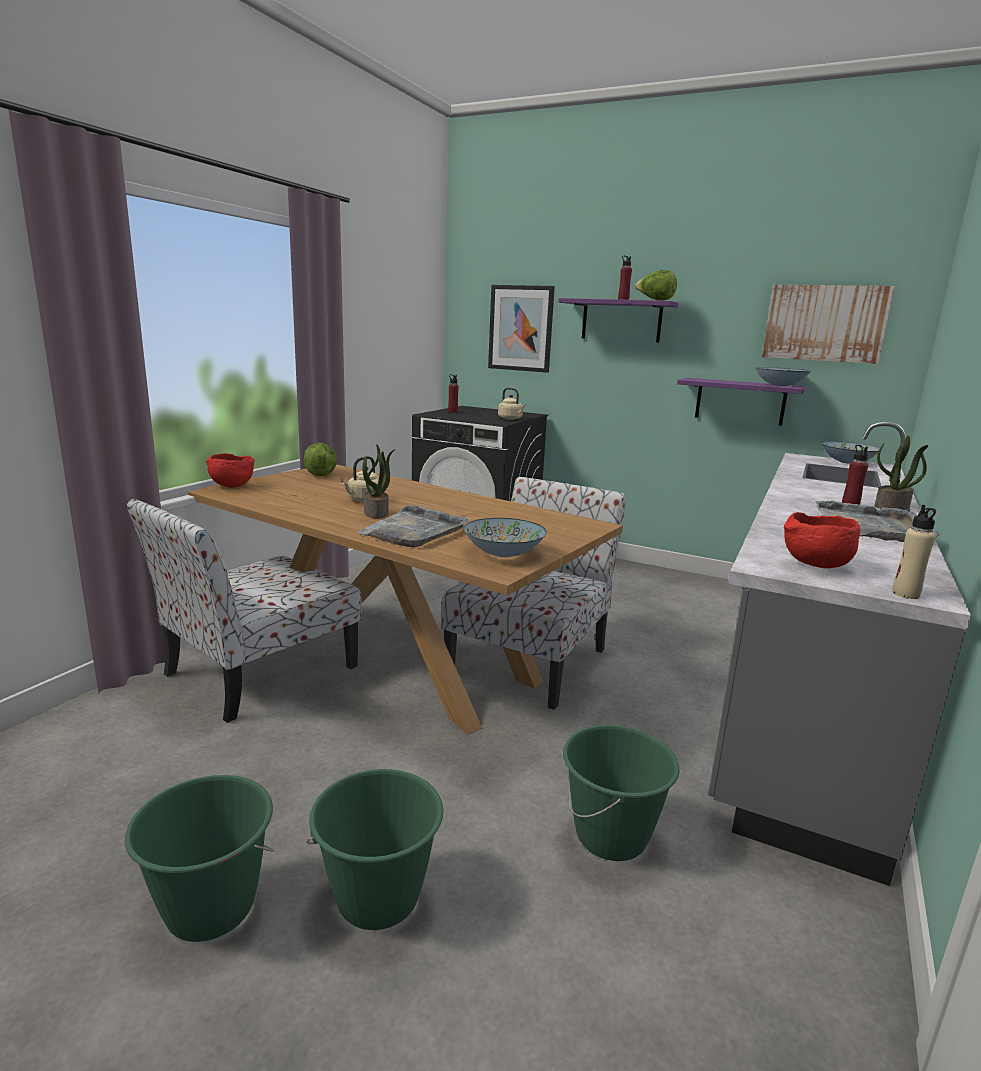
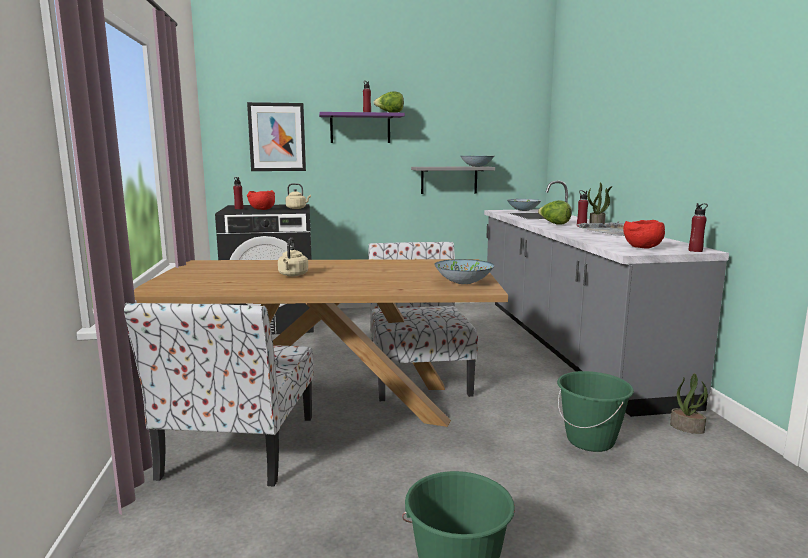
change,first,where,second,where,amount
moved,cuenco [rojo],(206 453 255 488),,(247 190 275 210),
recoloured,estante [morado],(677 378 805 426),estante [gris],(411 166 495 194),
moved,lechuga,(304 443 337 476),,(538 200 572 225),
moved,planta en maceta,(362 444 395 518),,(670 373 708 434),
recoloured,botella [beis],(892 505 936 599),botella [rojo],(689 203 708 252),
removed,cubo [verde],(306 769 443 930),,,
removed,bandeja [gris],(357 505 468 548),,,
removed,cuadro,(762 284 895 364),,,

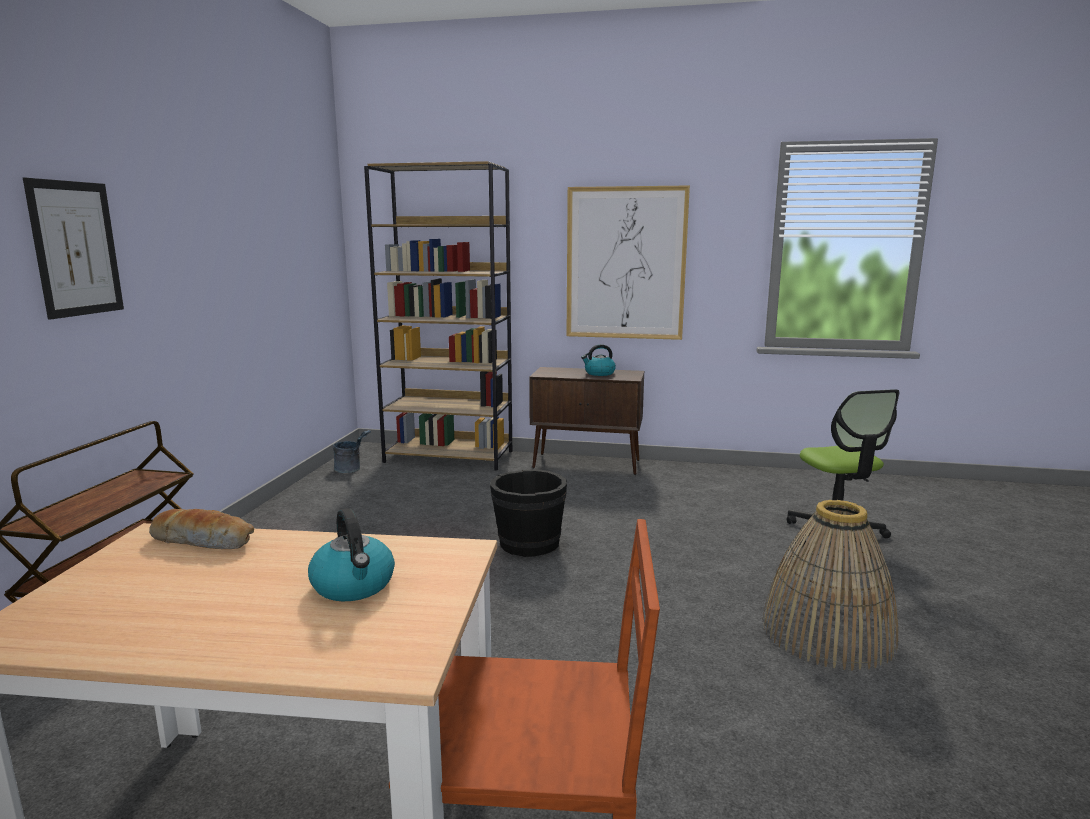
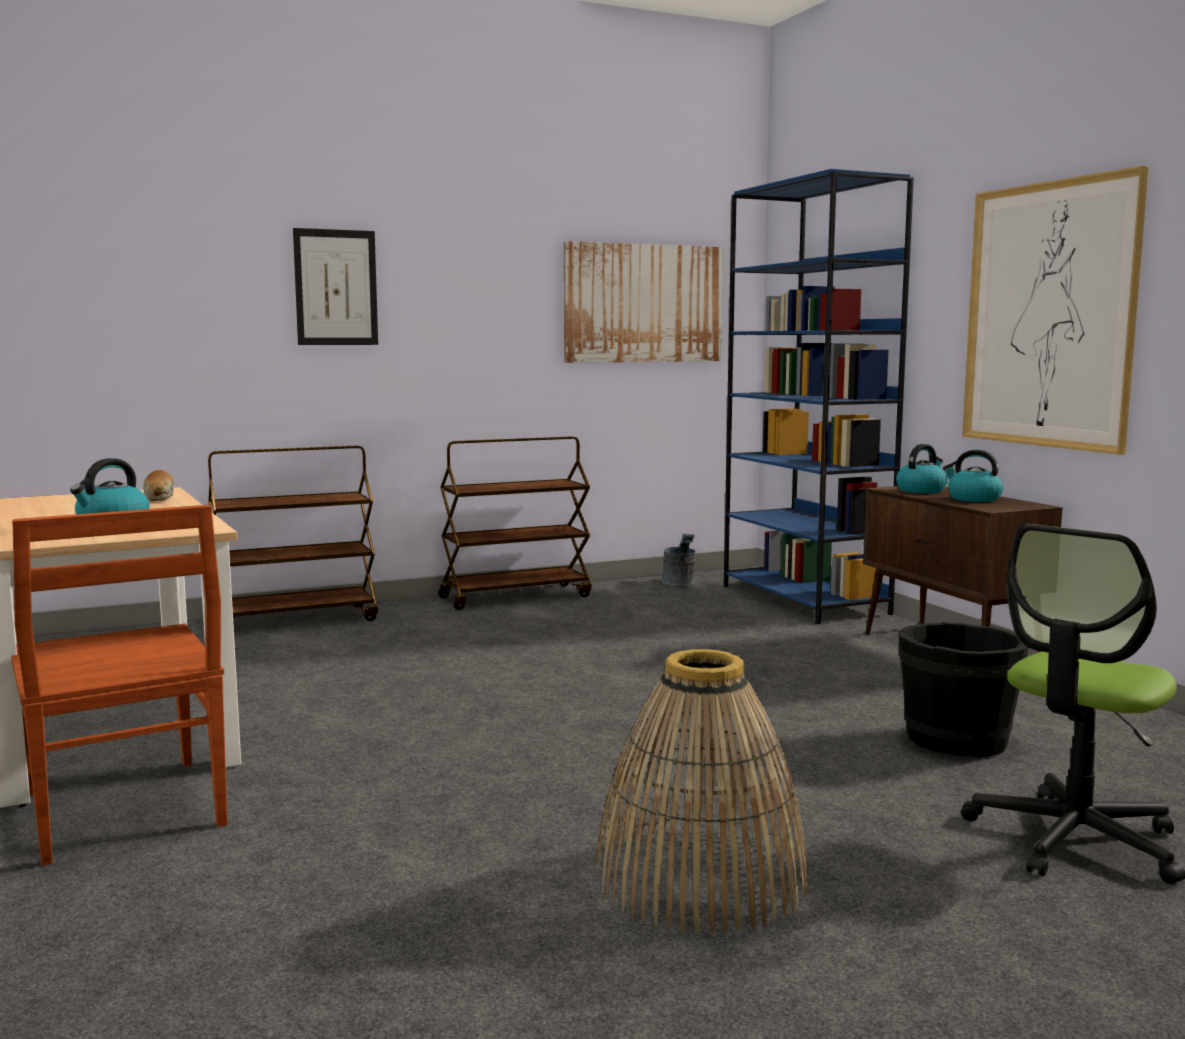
change,first,where,second,where,amount
added,,,carrito [marrón],(438 436 592 610),
added,,,cuadro,(564 241 723 363),
recoloured,estantería [marrón],(364 161 512 470),estantería [azul],(724 169 914 624),
added,,,hervidor,(896 444 948 493),
moved,cubo [negro],(490 469 567 557),,(898 622 1029 757),

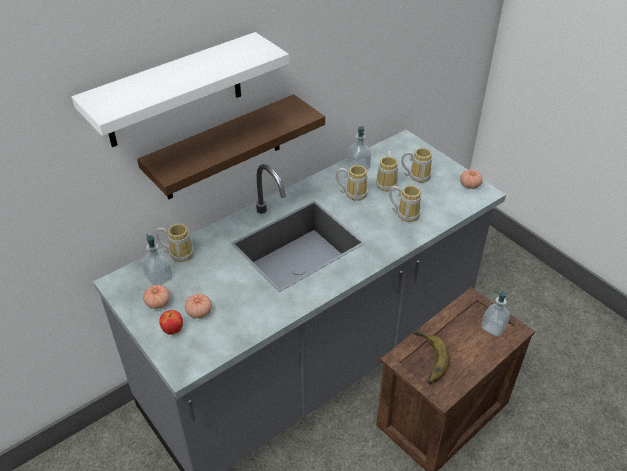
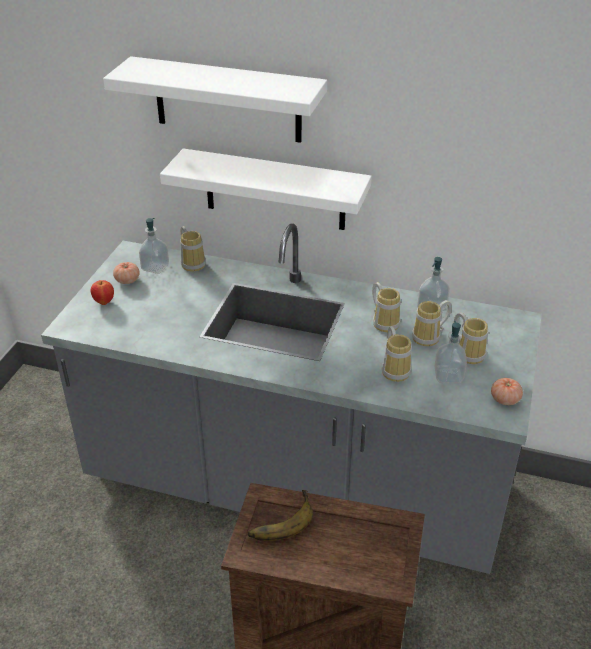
change,first,where,second,where,amount
recoloured,estante [marrón],(137 94 325 199),estante [blanco],(160 148 372 230),
moved,dispensador de jabón,(481 291 510 336),,(434 321 467 383),
removed,tomate,(185 294 212 318),,,

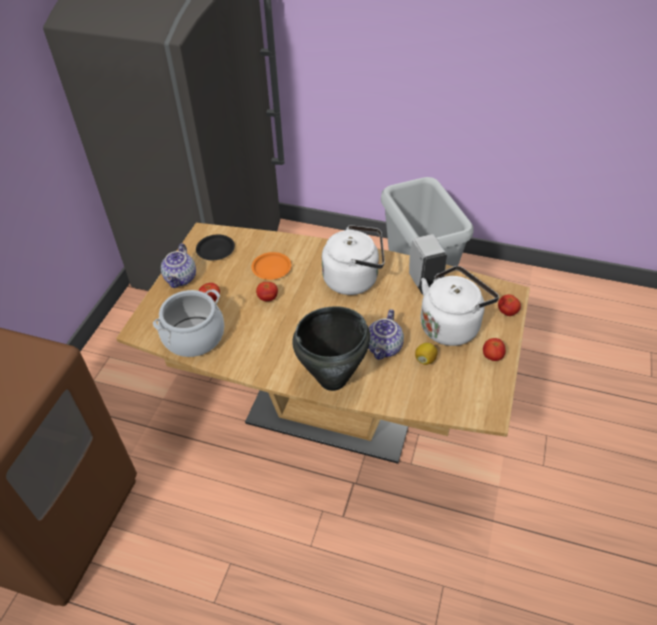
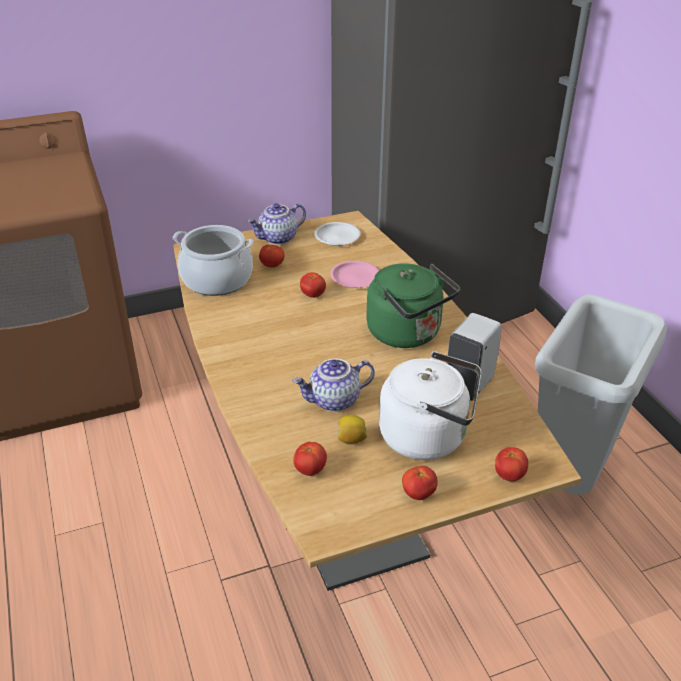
change,first,where,second,where,amount
added,,,tomate,(293 442 327 476),
recoloured,plato [negro],(196 235 235 260),plato [blanco],(314 222 360 246),
recoloured,plato [naranja],(252 252 292 280),plato [rosa],(330 261 379 288),
recoloured,hervidor [blanco],(322 225 385 295),hervidor [verde],(366 263 460 348),
removed,olla [negro],(293 306 370 391),,,

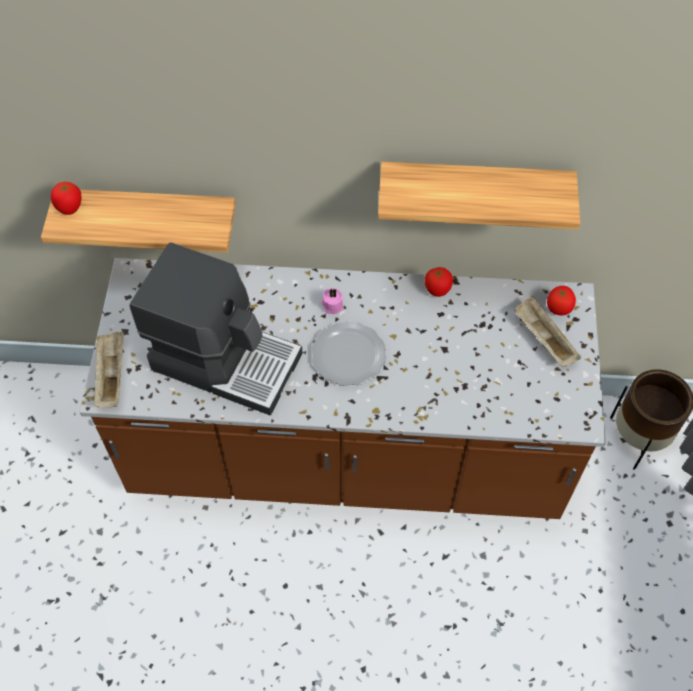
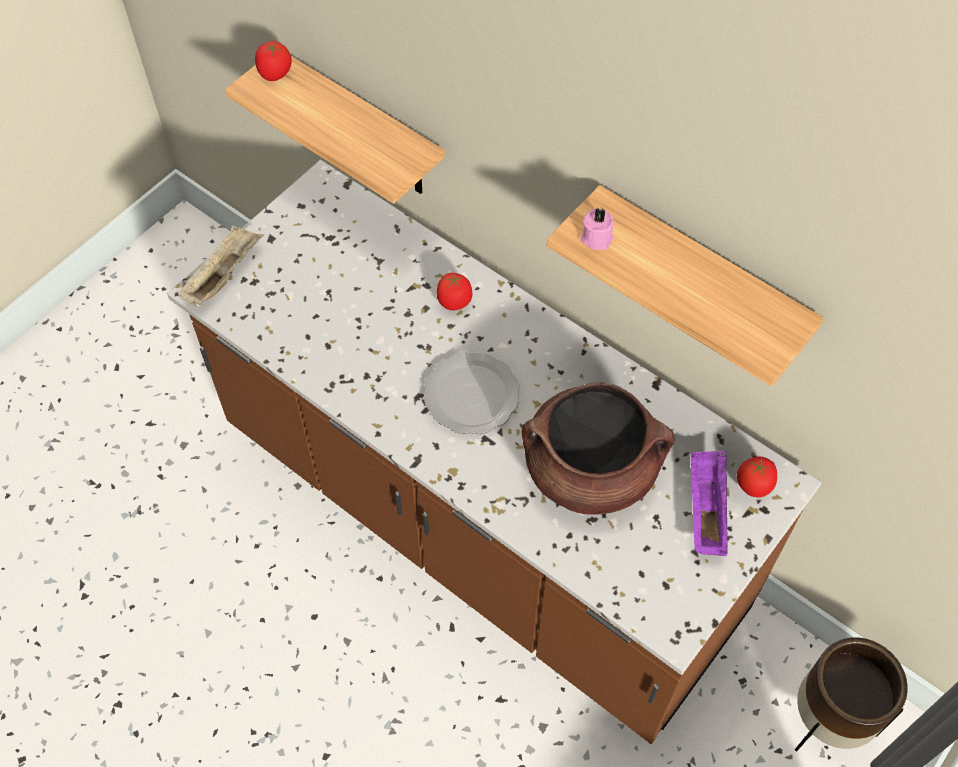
change,first,where,second,where,amount
moved,tomate,(425 267 453 297),,(436 272 472 310),
added,,,olla [marrón],(522 382 675 515),
moved,vela [rosa],(321 288 344 314),,(580 208 614 250),
recoloured,bandeja [beis],(514 296 581 367),bandeja [morado],(691 451 728 556),
removed,cafetera,(129 242 303 416),,,

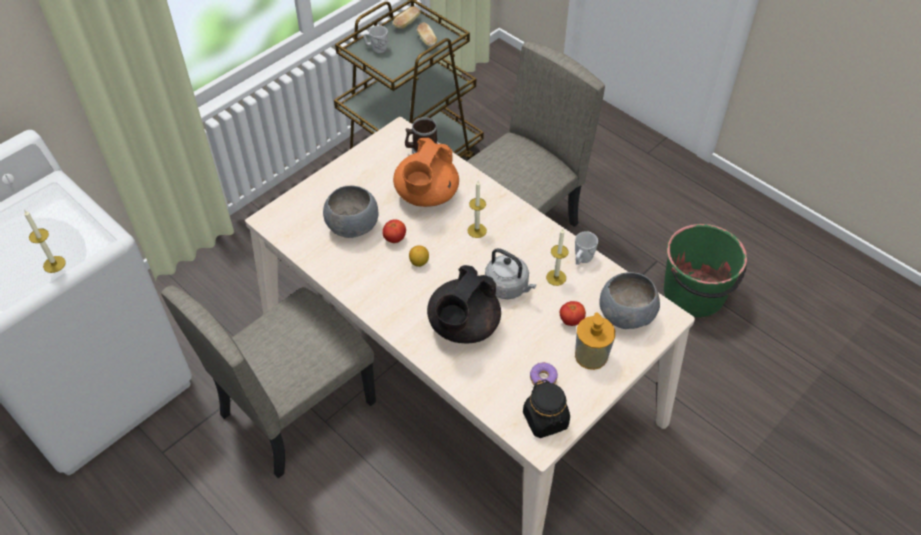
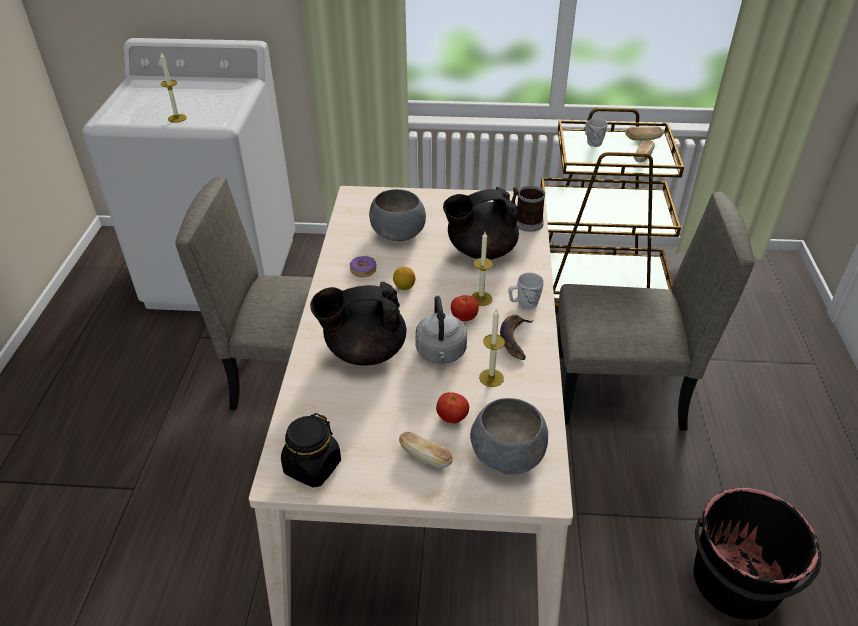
change,first,where,second,where,amount
moved,rosquilla,(530 362 558 385),,(350 256 376 277),
replaced,dispensador de jabón,(575 312 615 370),pan,(399 432 453 468),
recoloured,tetera [naranja],(393 138 459 207),tetera [negro],(443 187 519 259),
moved,tomate,(382 219 406 243),,(451 295 479 321),
added,,,plátano,(500 315 533 360),
moved,taza grande [blanco],(575 231 598 265),,(508 273 544 309),
recoloured,cubo [verde],(664 224 747 317),cubo [negro],(694 488 821 620),

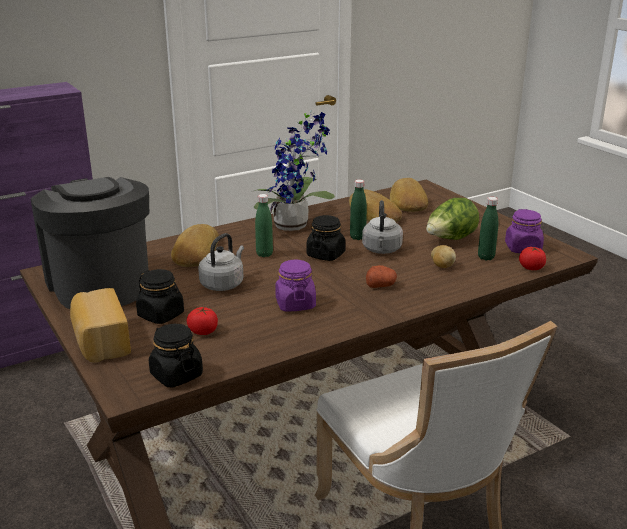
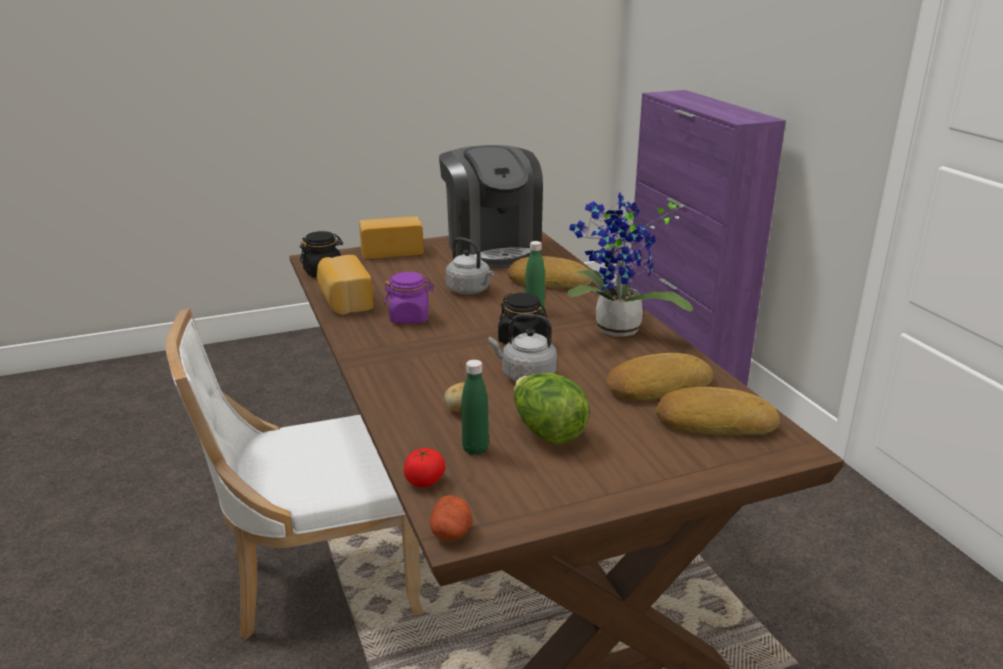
change,first,where,second,where,amount
added,,,pan,(317 255 373 315),
moved,patata,(366 265 397 288),,(430 495 473 540),
turned,cafetera,(31 177 149 309),,(439 145 543 268),90 degrees clockwise
removed,tarro [negro],(136 269 184 324),,,
removed,tomate,(187 307 218 335),,,
removed,botella [verde],(350 179 367 240),,,
removed,tarro [morado],(505 209 544 253),,,

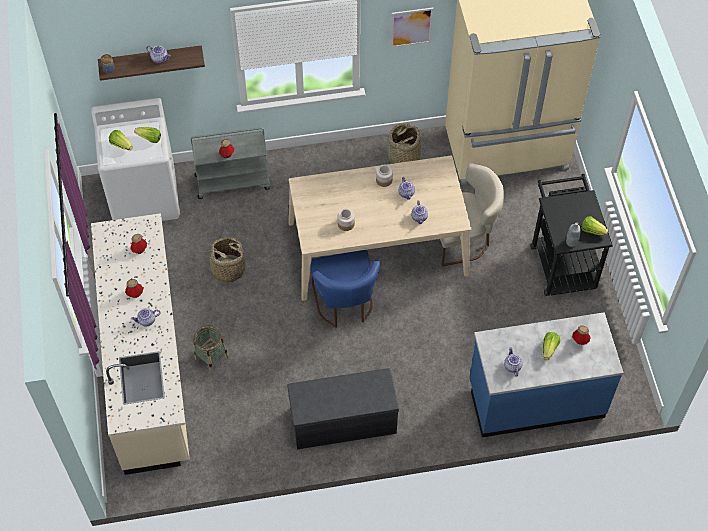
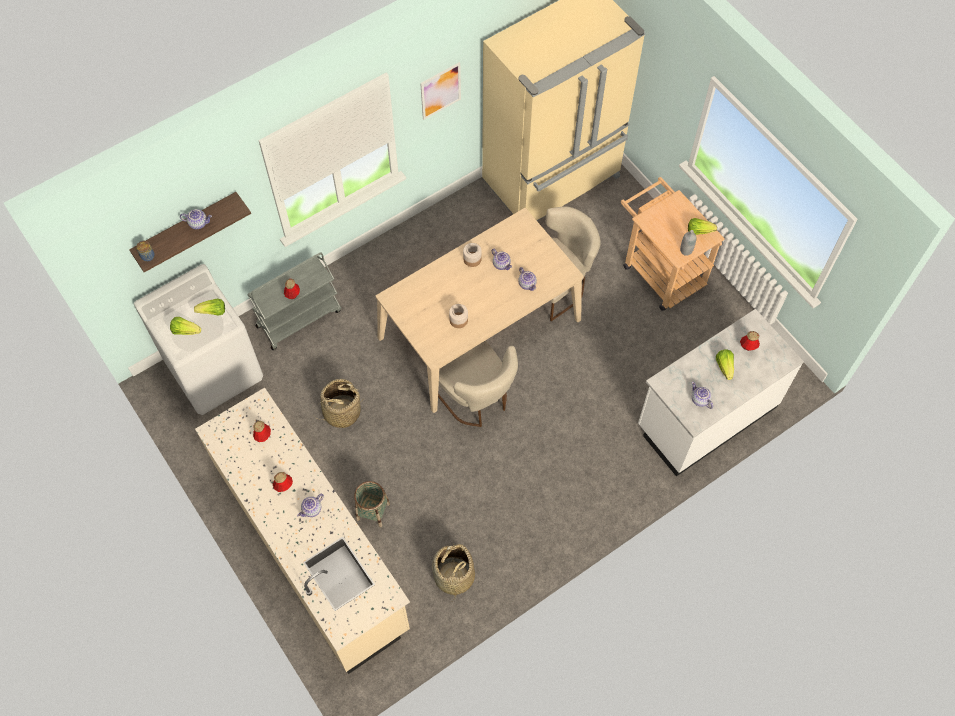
change,first,where,second,where,amount
moved,cesta,(387 123 421 164),,(432 544 475 602),
recoloured,silla [azul],(310 250 380 328),silla [beis],(438 340 518 427),
recoloured,carrito [negro],(531 174 613 296),carrito [beis],(621 177 725 311),
recoloured,mueble bajo de cocina [azul],(469 312 624 437),mueble bajo de cocina [blanco],(638 309 804 477),
removed,banco [gris],(287 368 399 449),,,

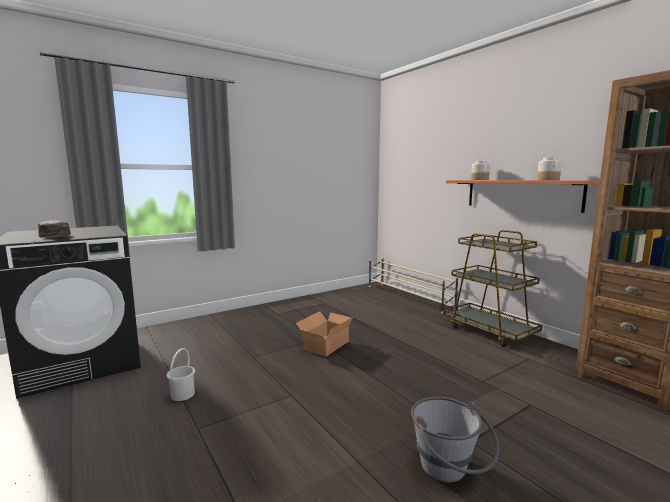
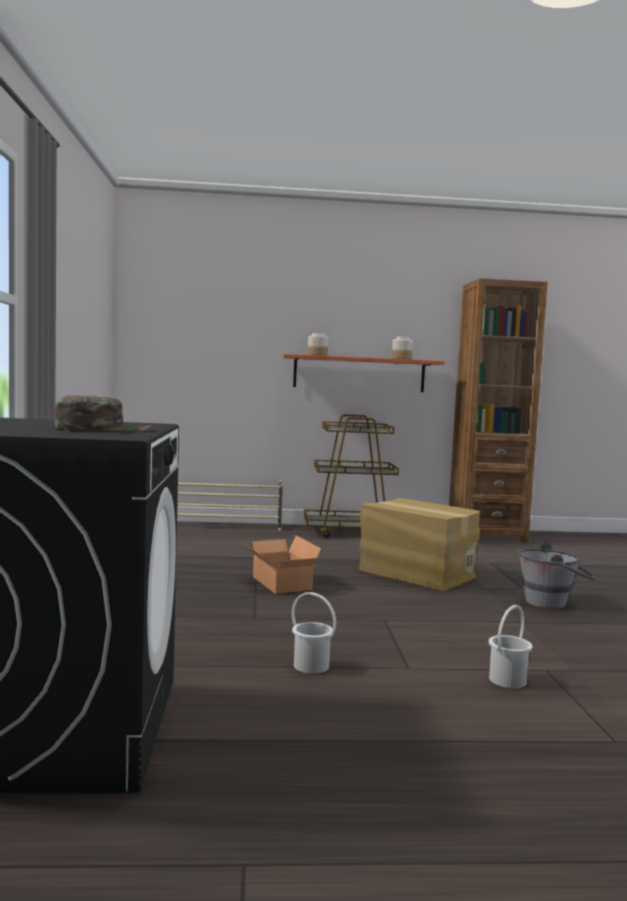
change,first,where,second,where,amount
added,,,caja de cartón,(359 498 480 591),
added,,,cubo [blanco],(489 605 533 688),

